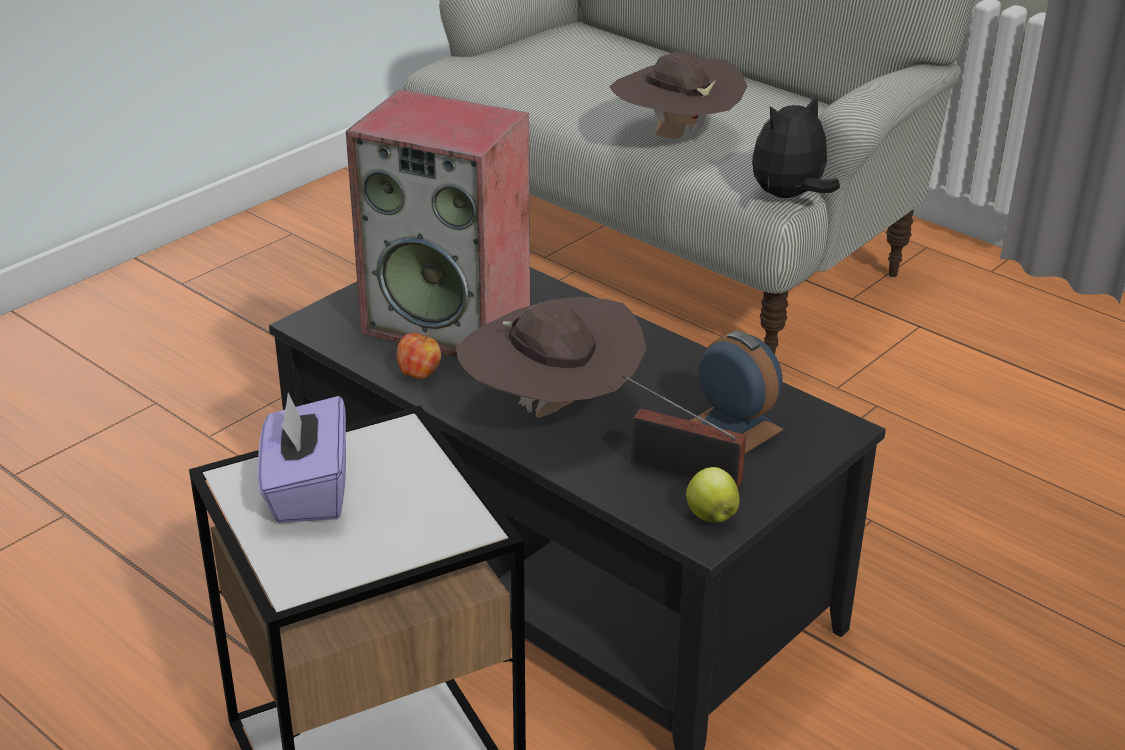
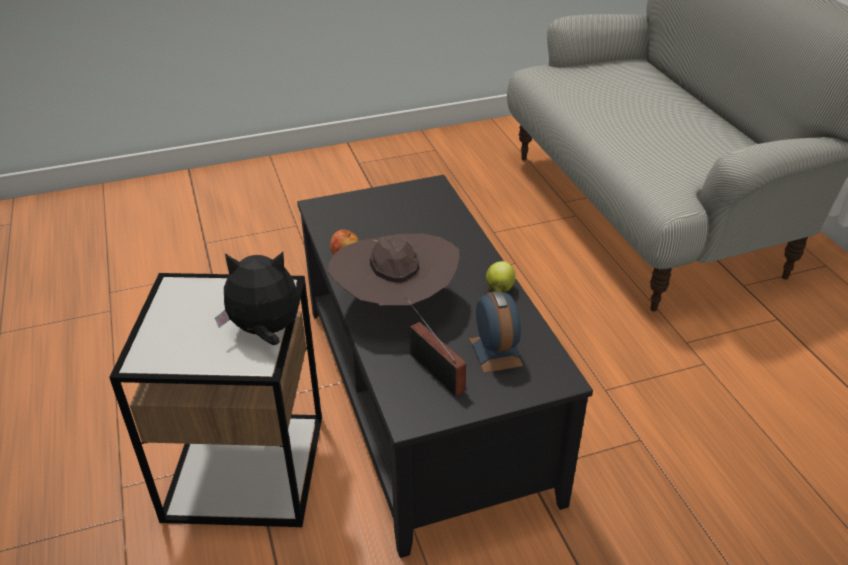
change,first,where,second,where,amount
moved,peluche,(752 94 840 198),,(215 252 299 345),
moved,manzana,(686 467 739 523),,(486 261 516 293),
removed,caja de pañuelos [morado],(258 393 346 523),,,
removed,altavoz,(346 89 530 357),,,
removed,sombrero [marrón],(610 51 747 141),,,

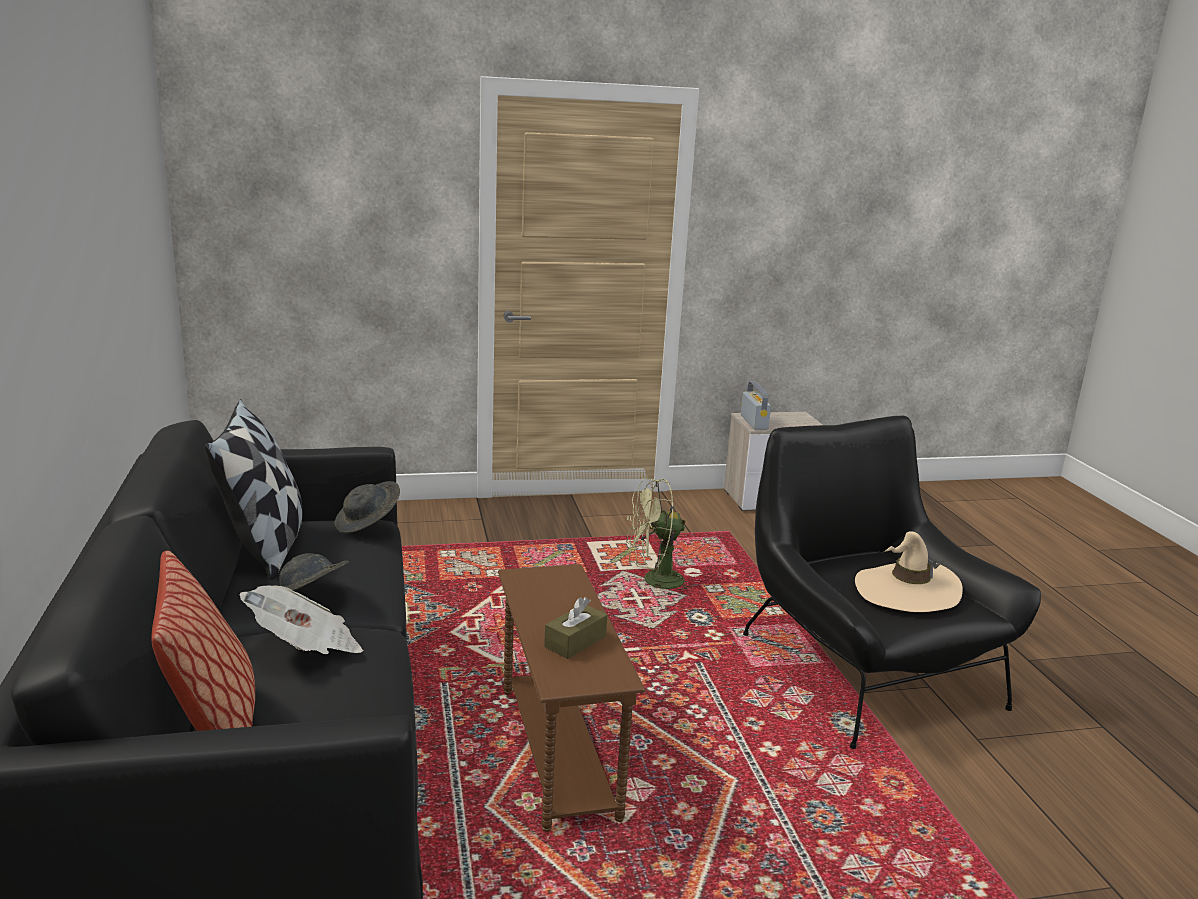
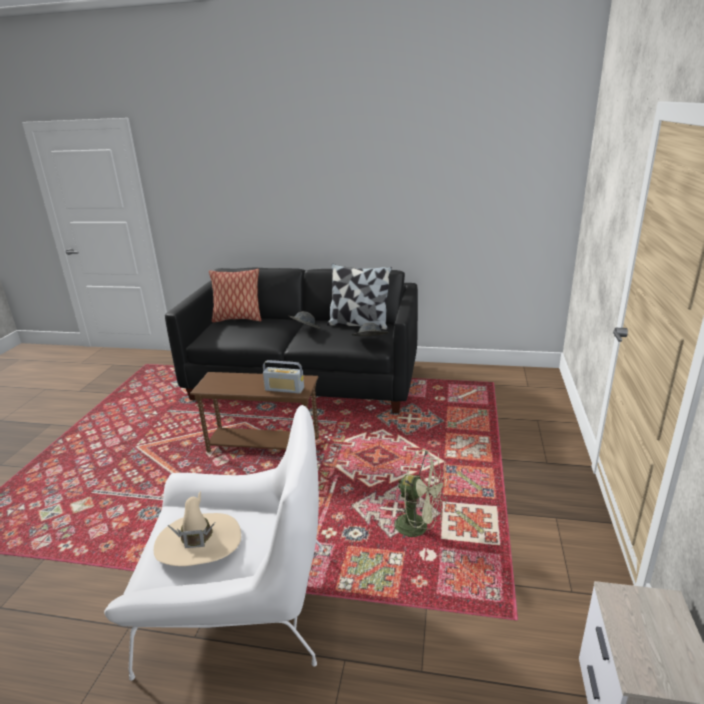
change,first,where,second,where,amount
recoloured,sillón [negro],(743 416 1041 749),sillón [blanco],(104 405 323 681),
moved,radio,(741 382 771 430),,(263 360 304 394),
turned,ventilador [verde],(626 478 693 597),,(395 449 448 539),105 degrees clockwise
removed,periódico,(240 585 364 654),,,
removed,caja de pañuelos [marrón],(544 597 607 659),,,

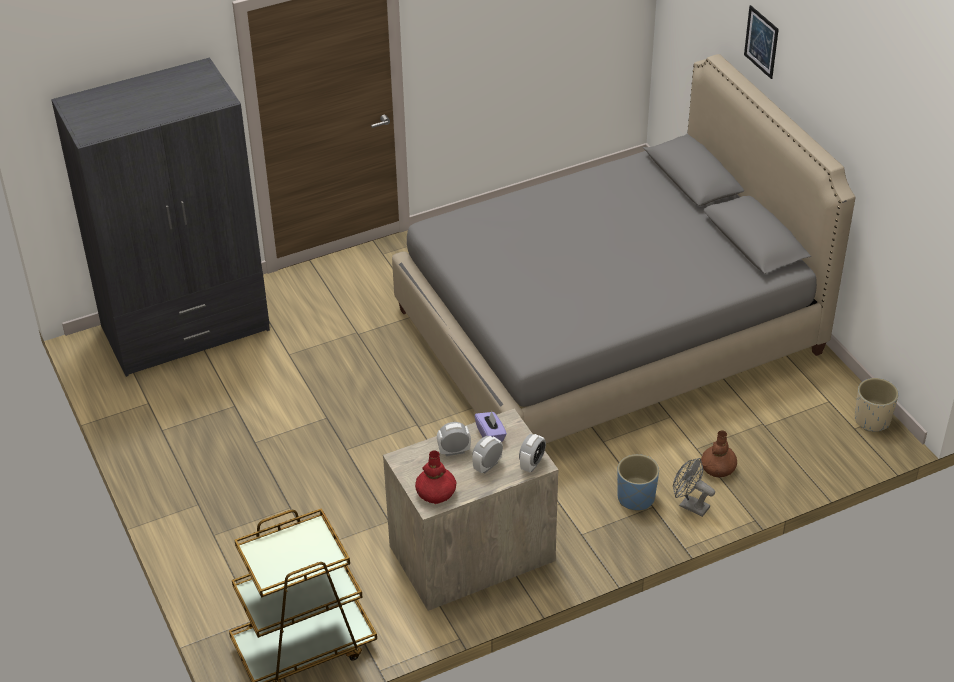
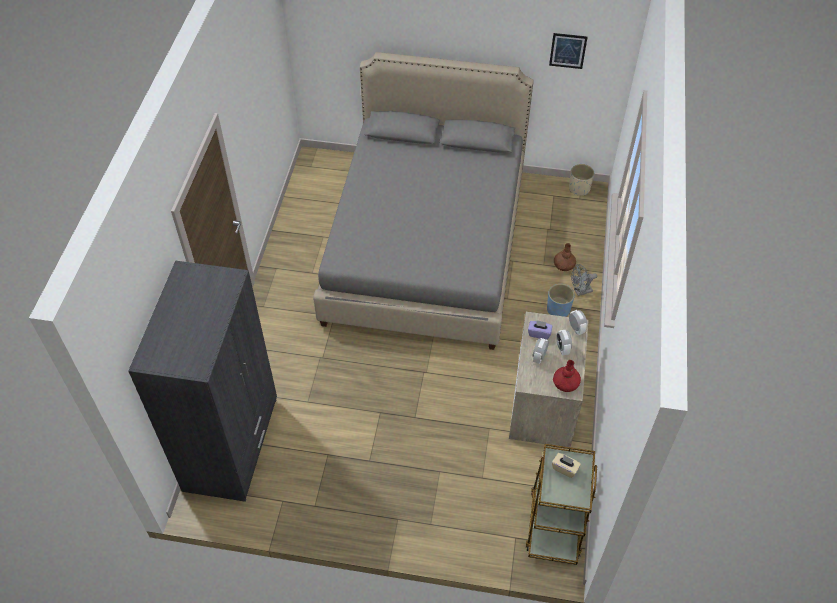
change,first,where,second,where,amount
moved,cuadro,(744 5 779 79),,(549 33 588 69),
added,,,caja de pañuelos [beis],(552 453 581 478),

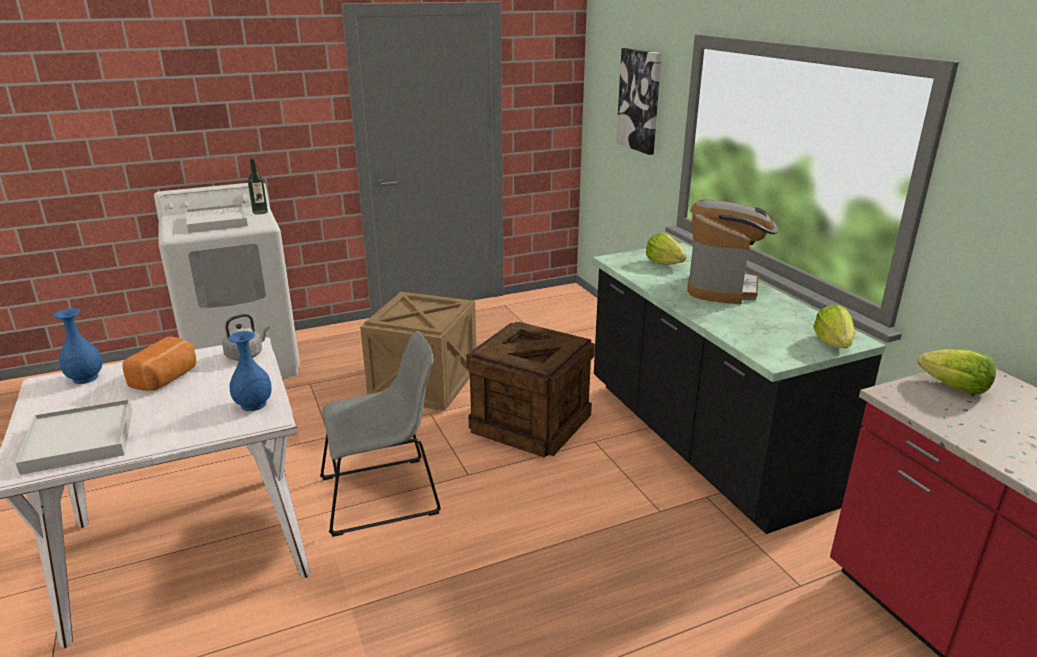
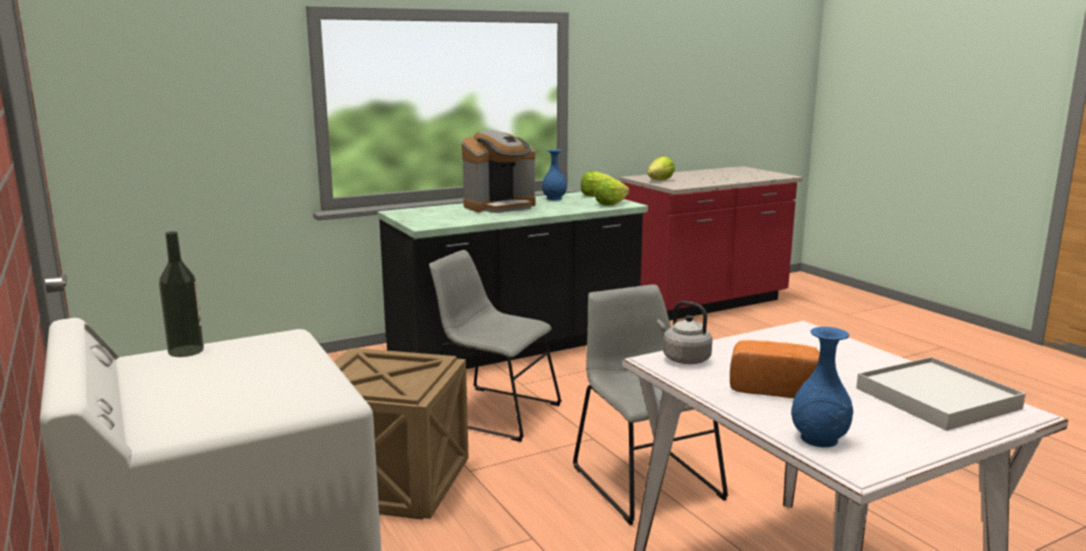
change,first,where,second,where,amount
replaced,caja de embalaje,(466 322 595 458),silla [gris],(429 250 562 442),
turned,cafetera,(687 200 778 304),,(462 130 535 213),135 degrees clockwise
moved,florero [azul],(228 331 272 411),,(542 149 567 200),
moved,lechuga,(646 233 686 265),,(594 178 630 205),
removed,bandeja [blanco],(186 204 248 233),,,
removed,cuadro,(616 48 662 155),,,

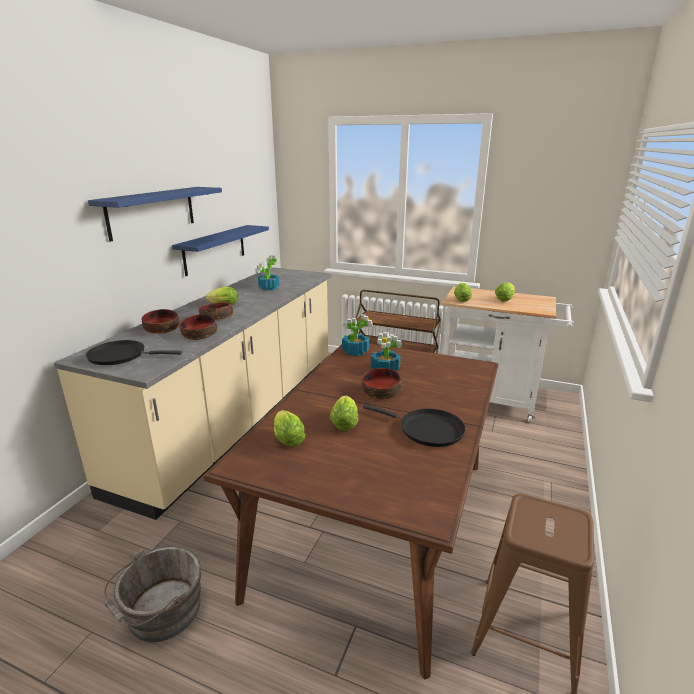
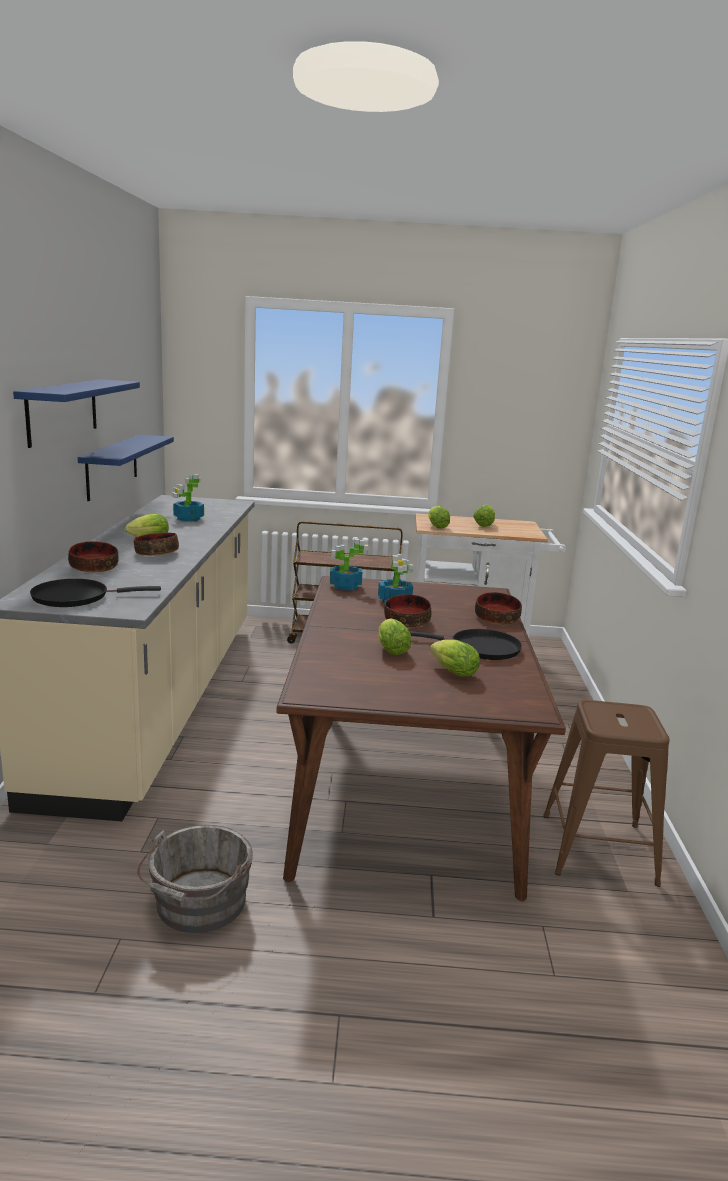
change,first,where,second,where,amount
moved,lechuga,(274 410 305 447),,(430 639 480 677),
moved,cuenco,(179 314 217 340),,(475 592 522 625),

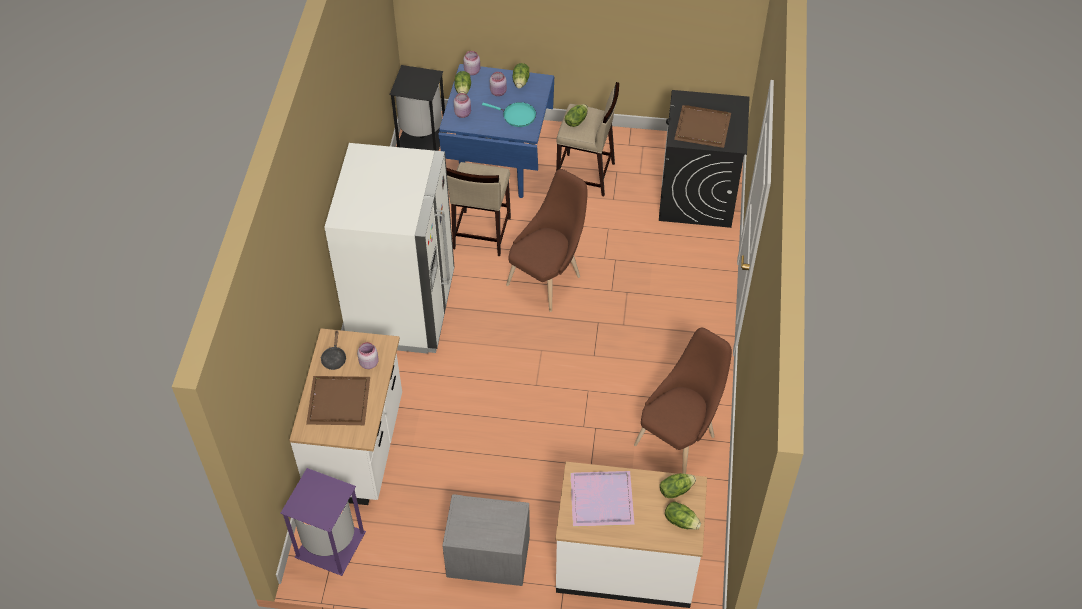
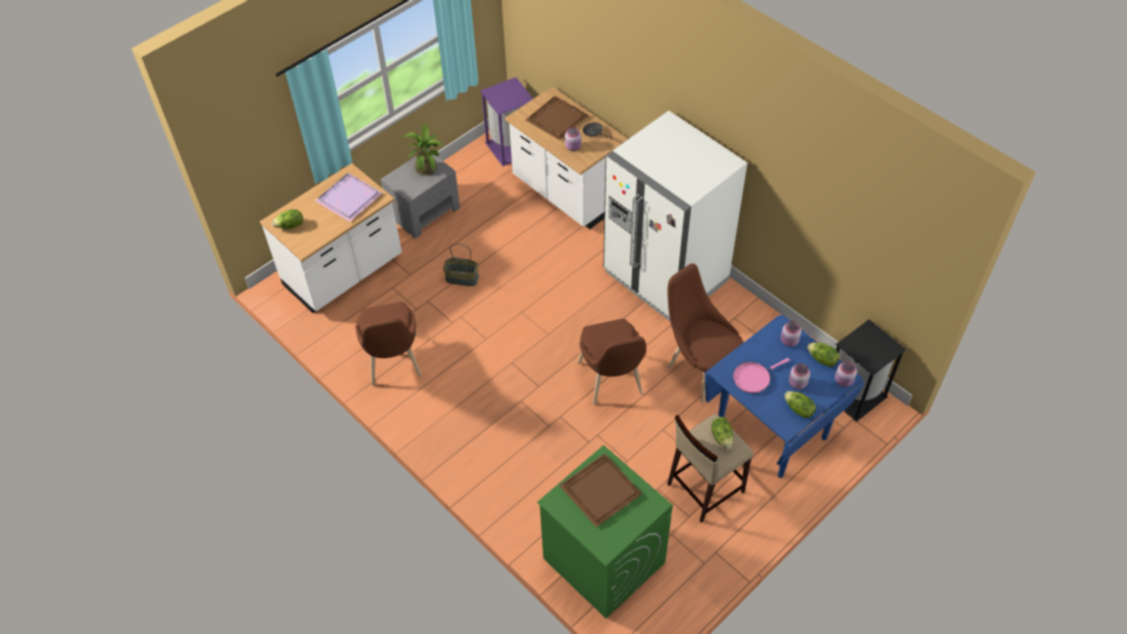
change,first,where,second,where,amount
added,,,planta en maceta,(404 124 443 176),
added,,,cesta,(443 243 479 286),
recoloured,lavadora [negro],(659 90 749 228),lavadora [verde],(537 445 673 619),
replaced,taburete [beis],(446 162 511 256),silla [marrón],(668 263 744 403),
recoloured,sartén [turquesa],(482 102 536 127),sartén [rosa],(733 358 790 393),
removed,lechuga,(660 473 696 498),,,

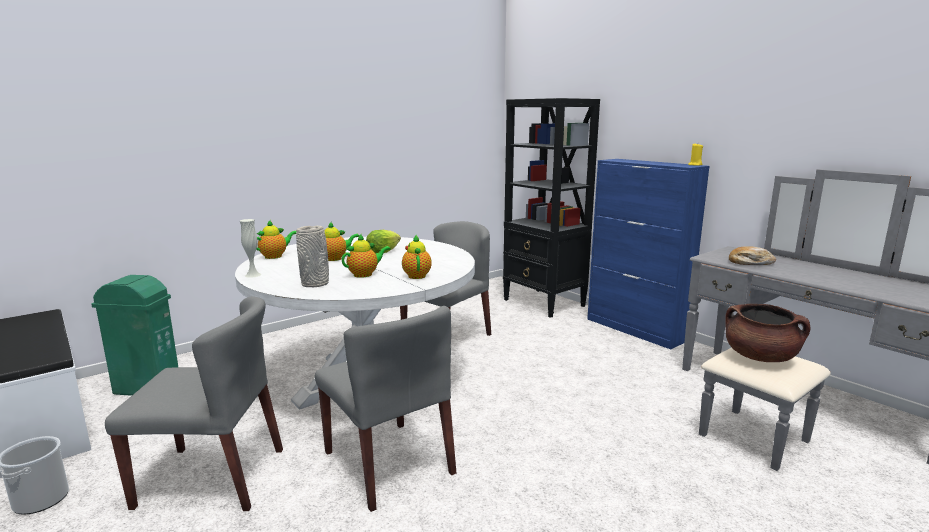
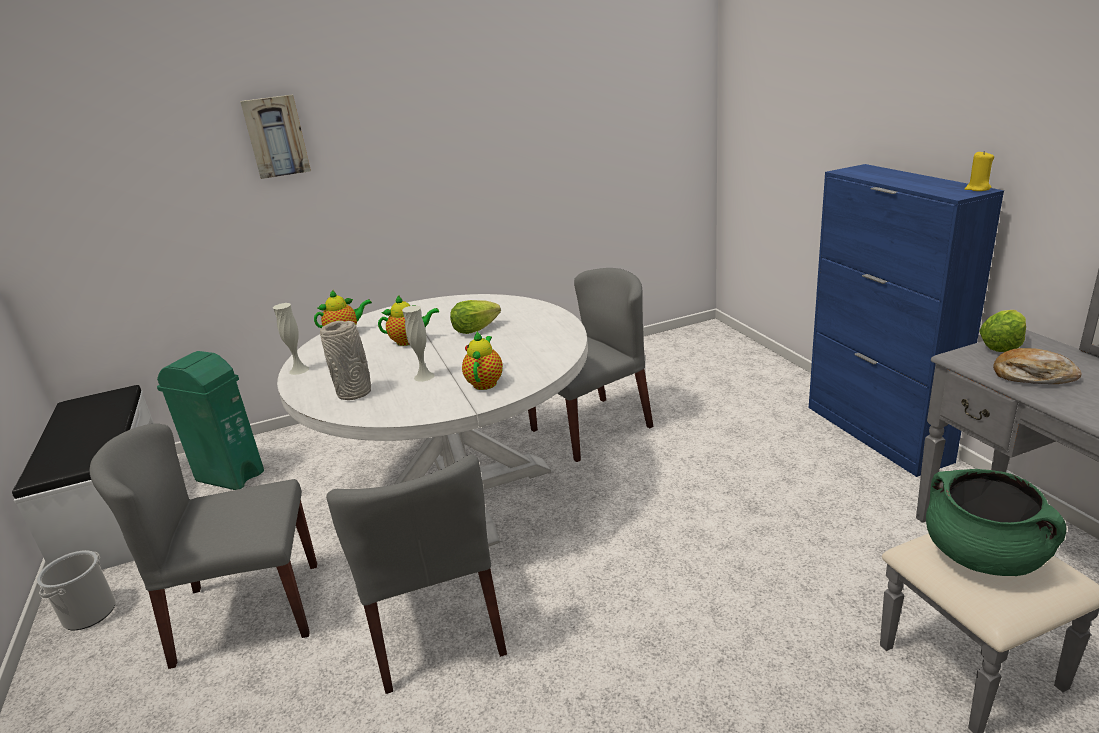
change,first,where,second,where,amount
turned,silla [gris],(105 296 283 511),,(90 423 317 669),150 degrees clockwise
added,,,cuadro,(240 94 311 179),
replaced,tetera,(342 234 391 278),florero [blanco],(402 305 435 382),
recoloured,olla [marrón],(725 304 811 362),olla [verde],(926 469 1066 576),
added,,,lechuga,(979 310 1026 352),
removed,estantería [negro],(503 98 600 318),,,

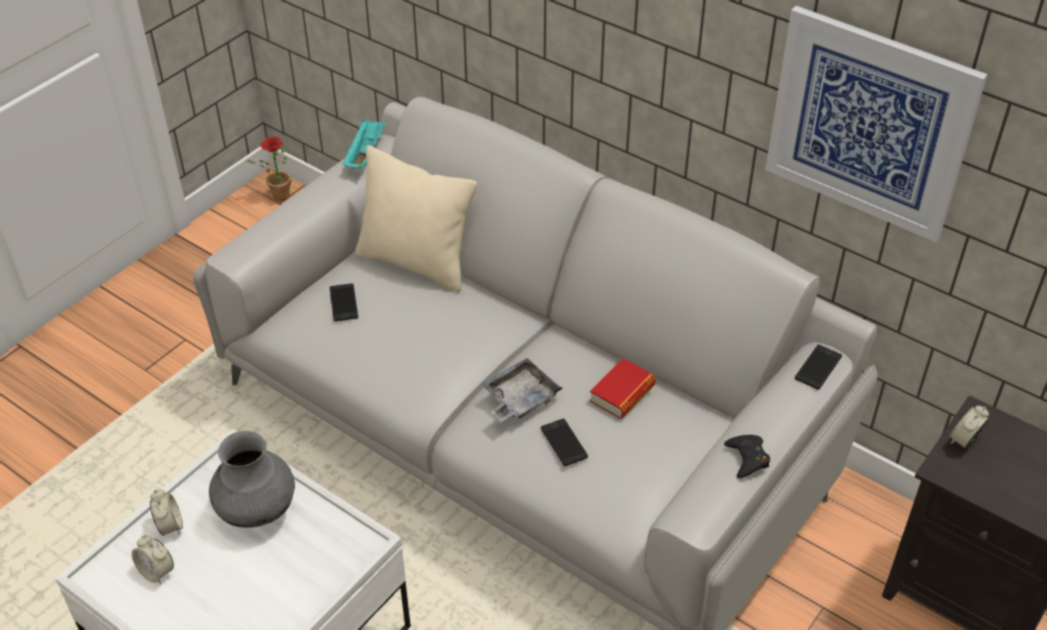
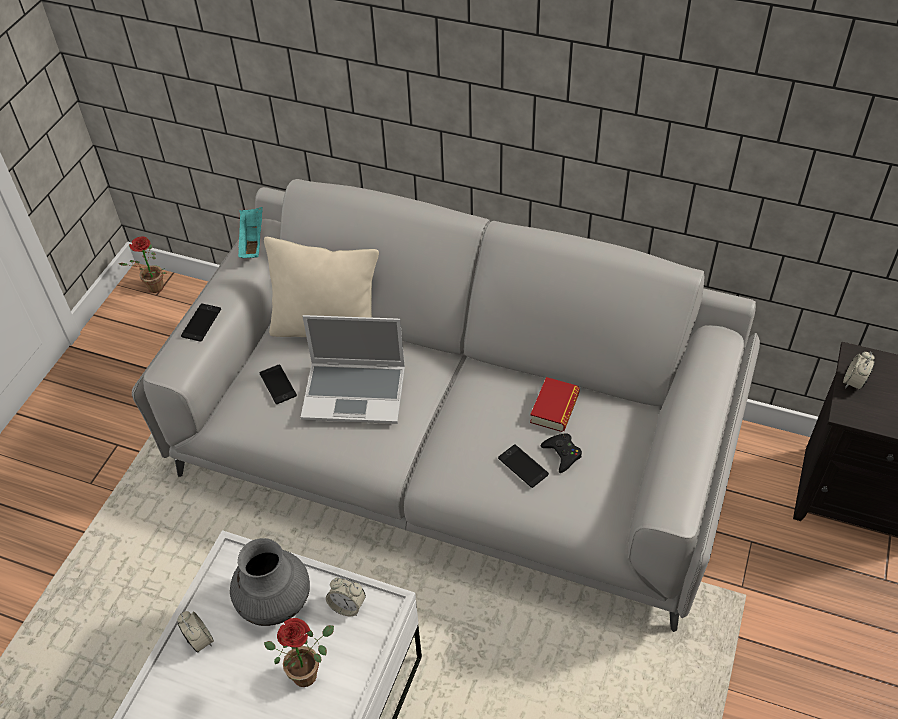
change,first,where,second,where,amount
moved,móvil,(795 345 842 389),,(181 304 221 342),
added,,,planta en maceta,(264 618 334 687),
added,,,portátil,(301 315 405 424),
moved,despertador,(132 535 174 584),,(326 577 366 616),
moved,mando de consola [negro],(724 435 770 478),,(541 433 582 473),
removed,bandeja [gris],(482 358 563 422),,,
removed,cuadro,(765 6 988 242),,,

